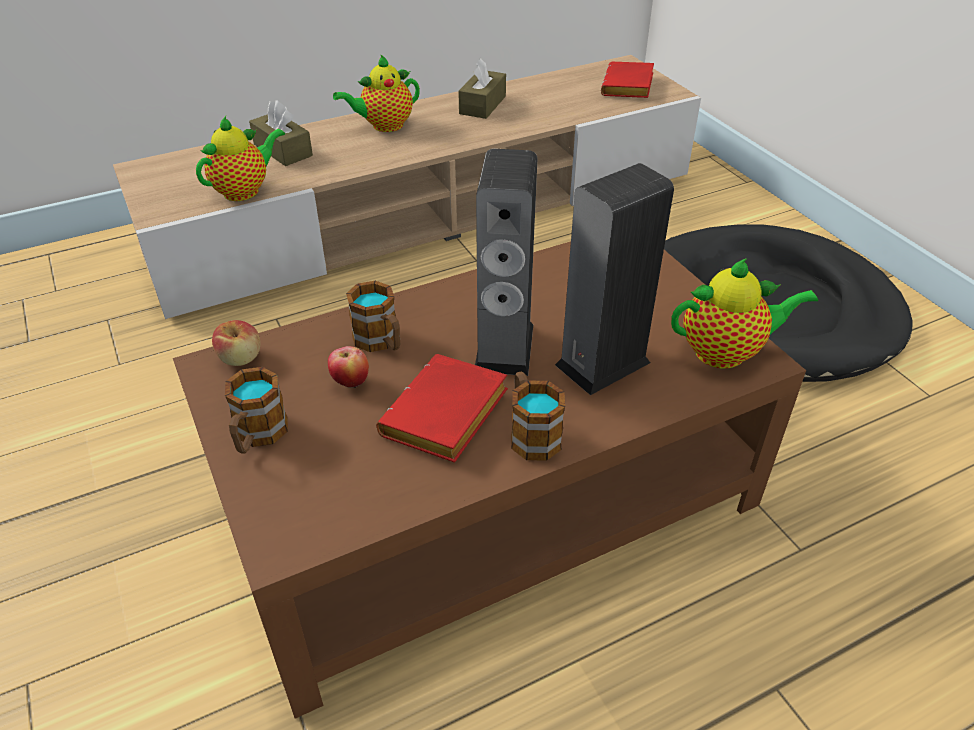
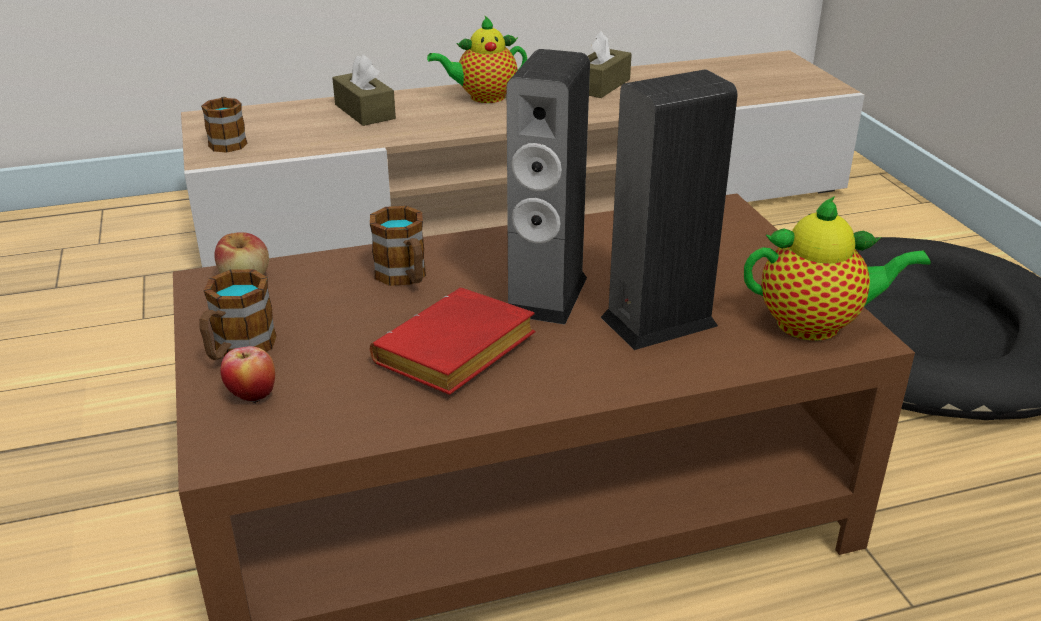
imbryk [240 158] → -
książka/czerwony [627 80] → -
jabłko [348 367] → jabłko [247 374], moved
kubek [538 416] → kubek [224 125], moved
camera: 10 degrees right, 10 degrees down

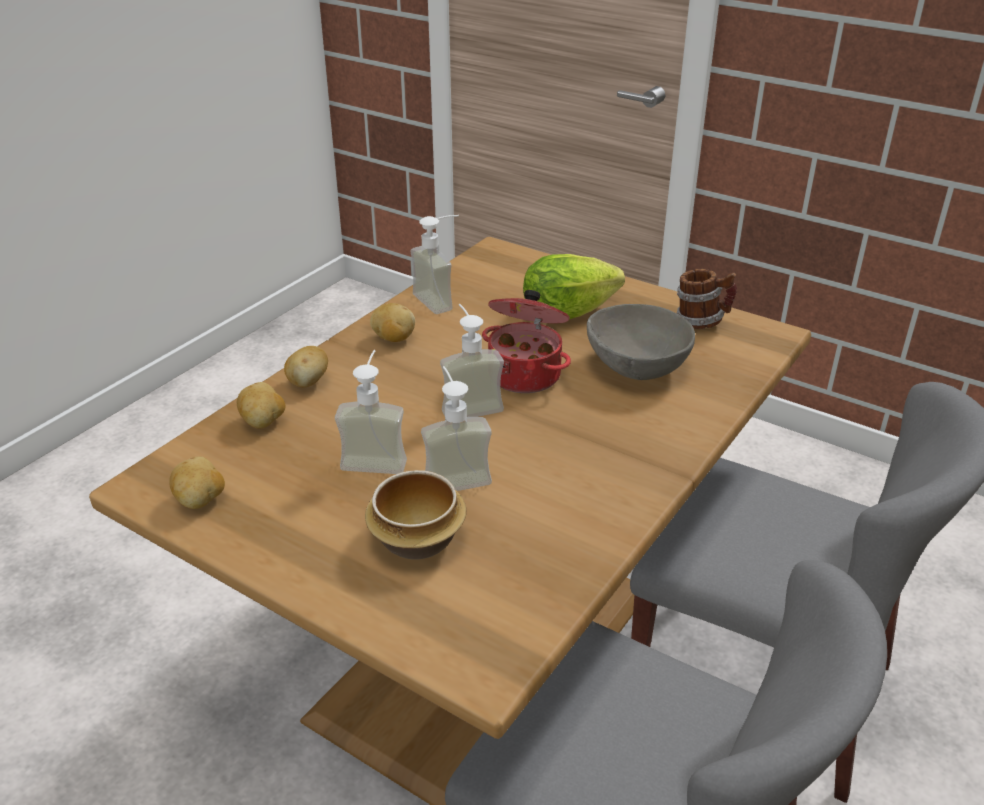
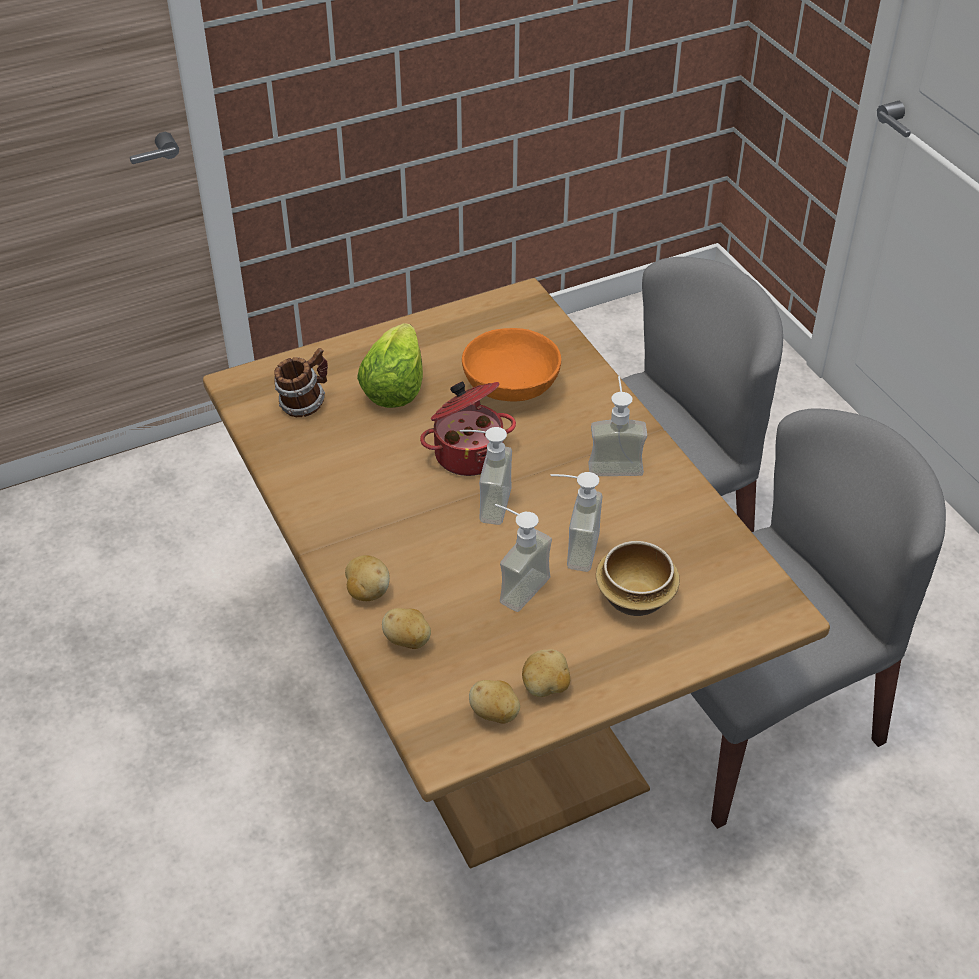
ziemniak [392 322] → ziemniak [546 673], moved
dozownik mydła [435 264] → dozownik mydła [617 426], moved
kubek [707 299] → kubek [301 382], moved
miska/szary [641 342] → miska/pomarańczowy [511 365]
camera: 60 degrees left, 10 degrees up

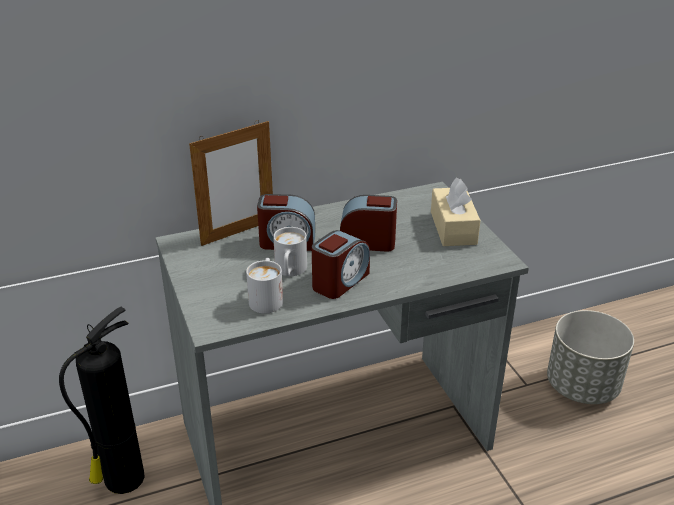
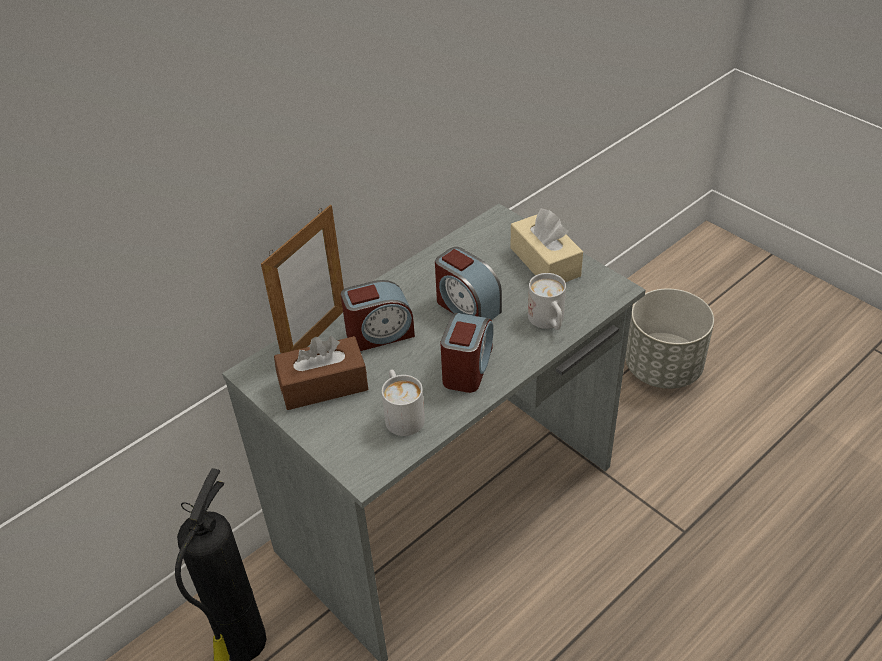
- → pudełko chusteczek/brązowy [321 373]
kubek/biały [290 251] → kubek/biały [547 301], moved
budzik [368 223] → budzik [468 283], 120 degrees counterclockwise
camera: 20 degrees left, 10 degrees up

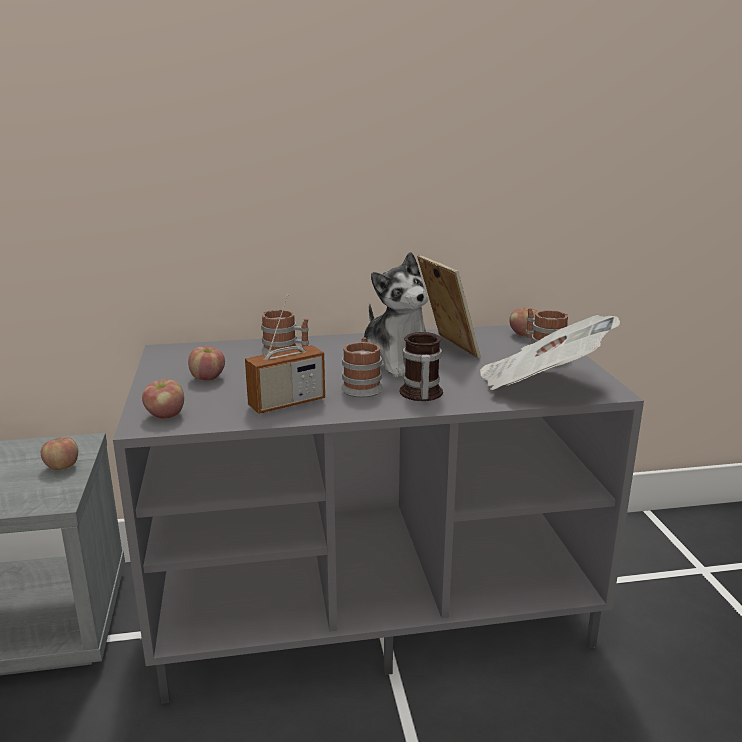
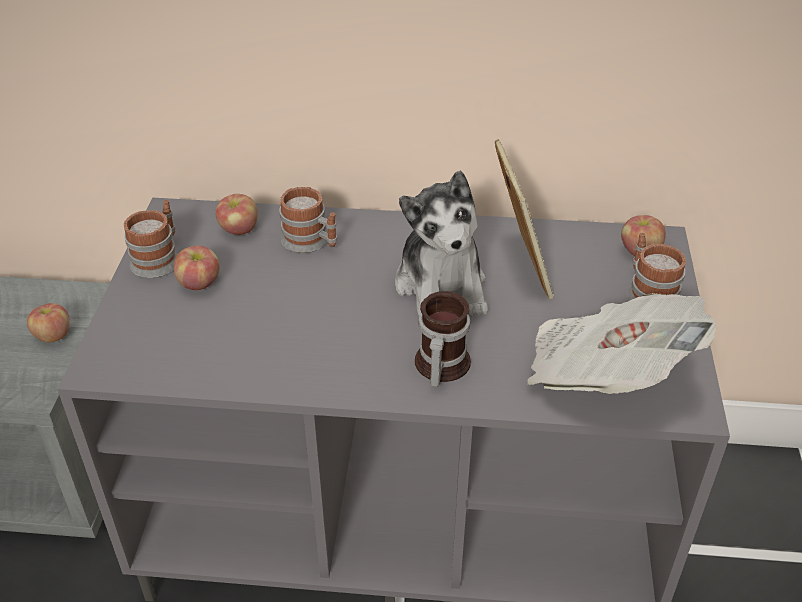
radio [285 354] → -
jabłko [163 399] → jabłko [237 214], moved
kubek [362 367] → kubek [151 239], moved
camera: 15 degrees right, 20 degrees up

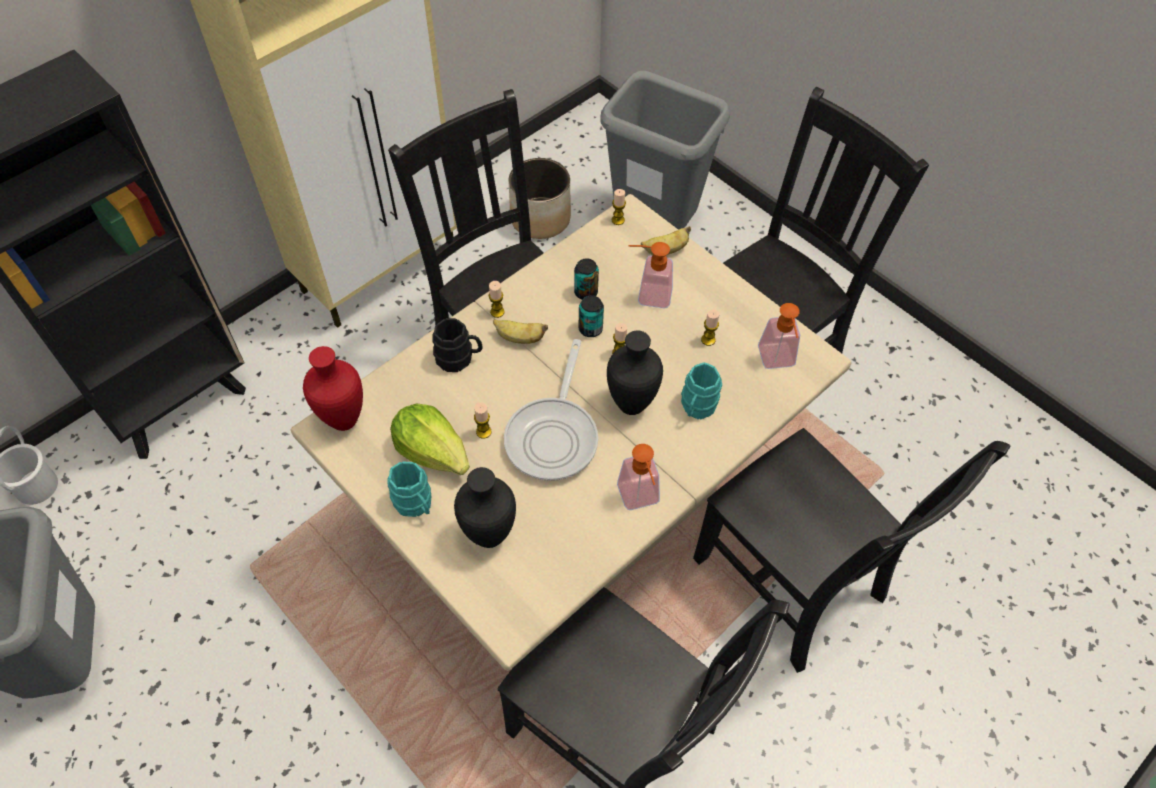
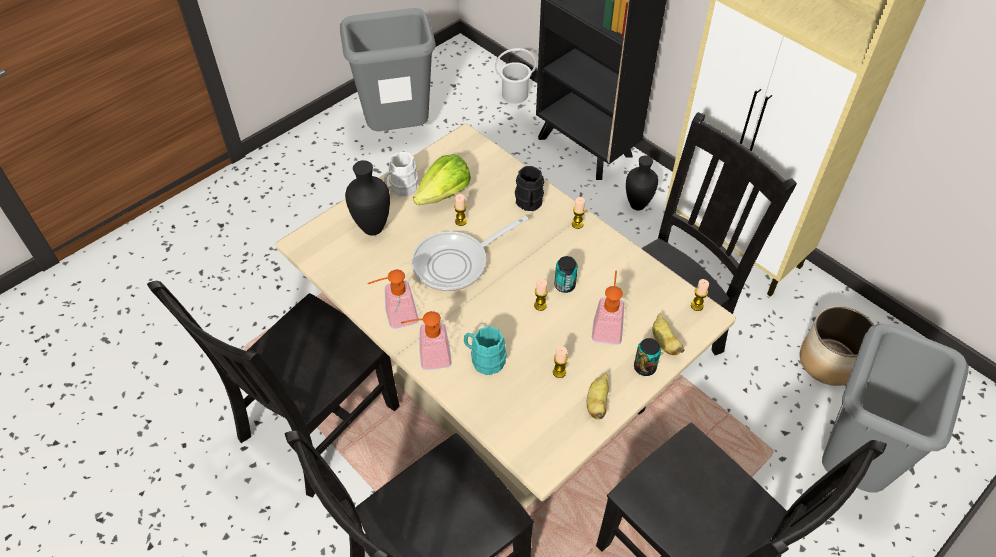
wazon/czerwony [333 388] → -
banan [520 331] → banan [598 396], moved
puszka [586 278] → puszka [647 357], moved
wazon/czarny [635 373] → wazon/czarny [642 183], moved
dozownik mydła [779 336] → dozownik mydła [426 340], moved
kubek/turkusowy [409 489] → kubek/biały [401 174]
patelnia [551 410] → patelnia [470 253], 45 degrees counterclockwise
camera: 90 degrees right, 5 degrees down

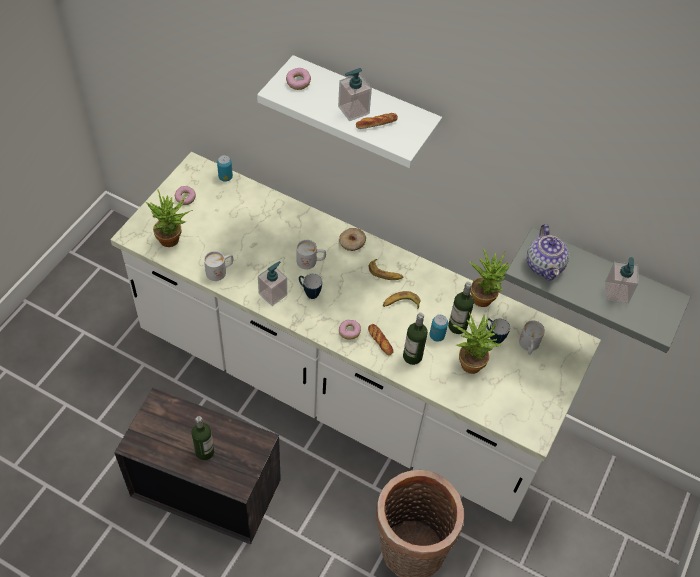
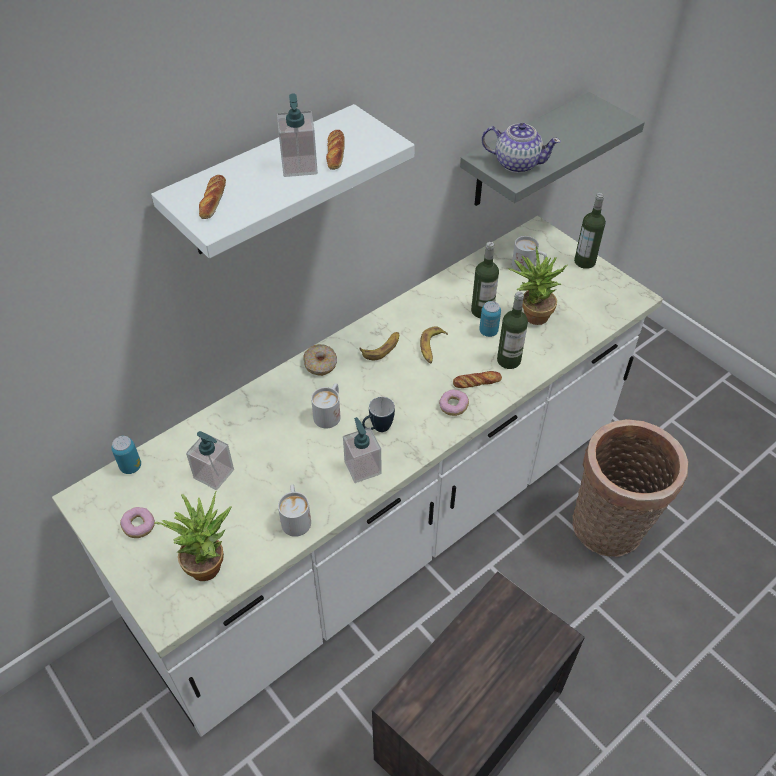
roślina doniczkowa [490 278] → -
kubek [498 331] → -
butelka [202 438] → butelka [590 231], moved
dozownik mydła [622 280] → dozownik mydła [210 460], moved
donut [298 79] → chleb [212 197]
camera: 65 degrees left, 5 degrees down

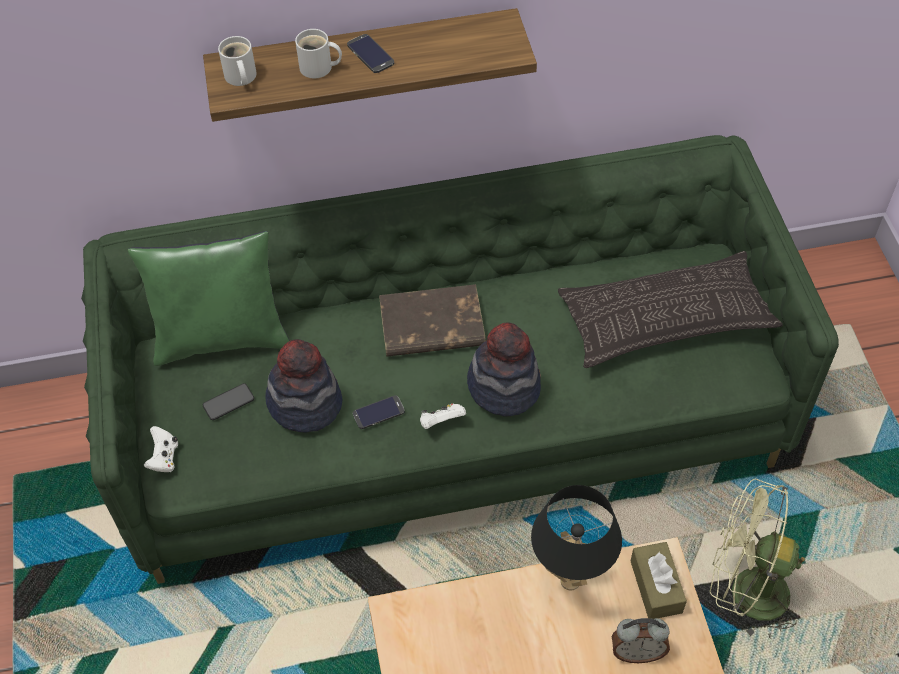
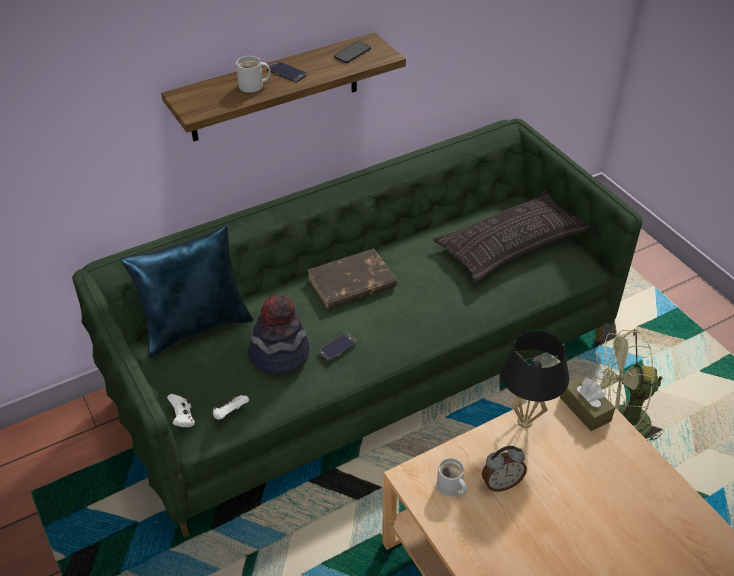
kapelusz [504 369] → -
telefon [228 401] → telefon [352 52], moved
kubek/biały [237 61] → kubek/biały [452 477], moved
pad do gier/biały [443 416] → pad do gier/biały [231 407], moved
budzik [641 640] → budzik [504 469], moved
poduszka/zielony [209 298] → poduszka/niebieski [187 291]
camera: 20 degrees left, 10 degrees down

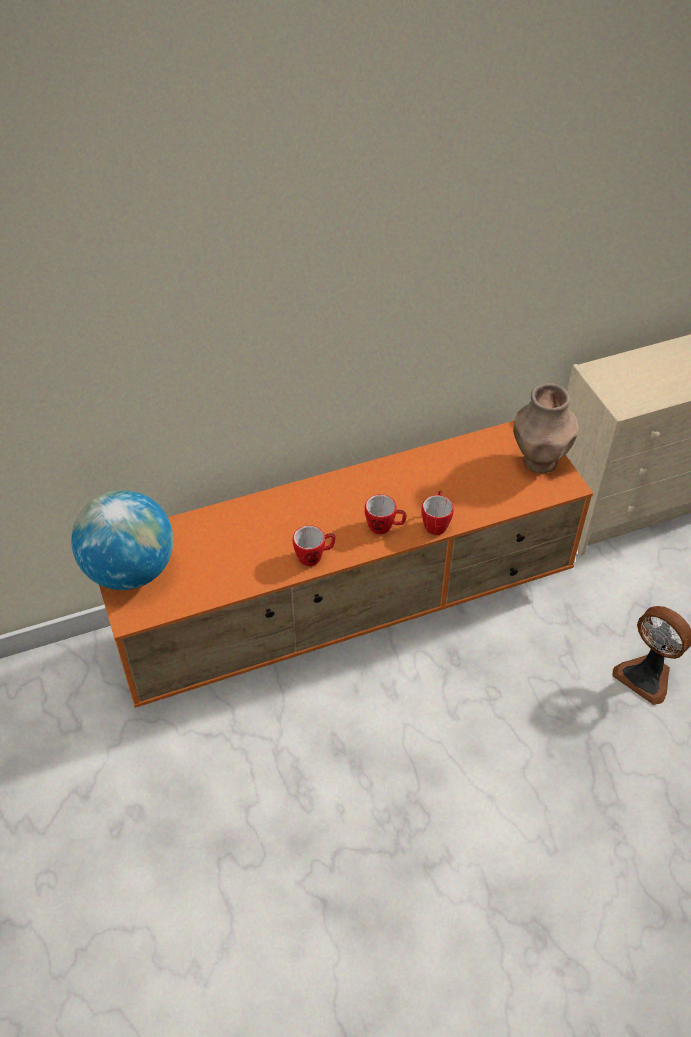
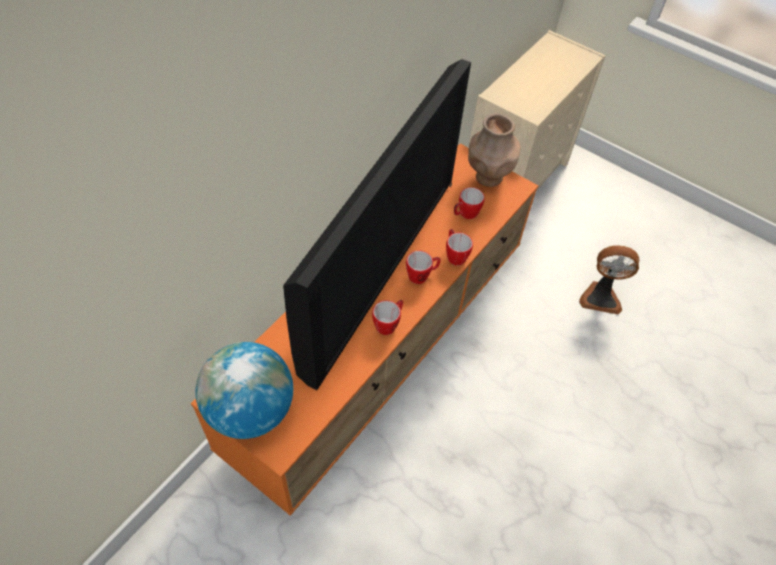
- → telewizor [377 224]
- → kubek [469 203]
camera: 35 degrees left, 5 degrees up

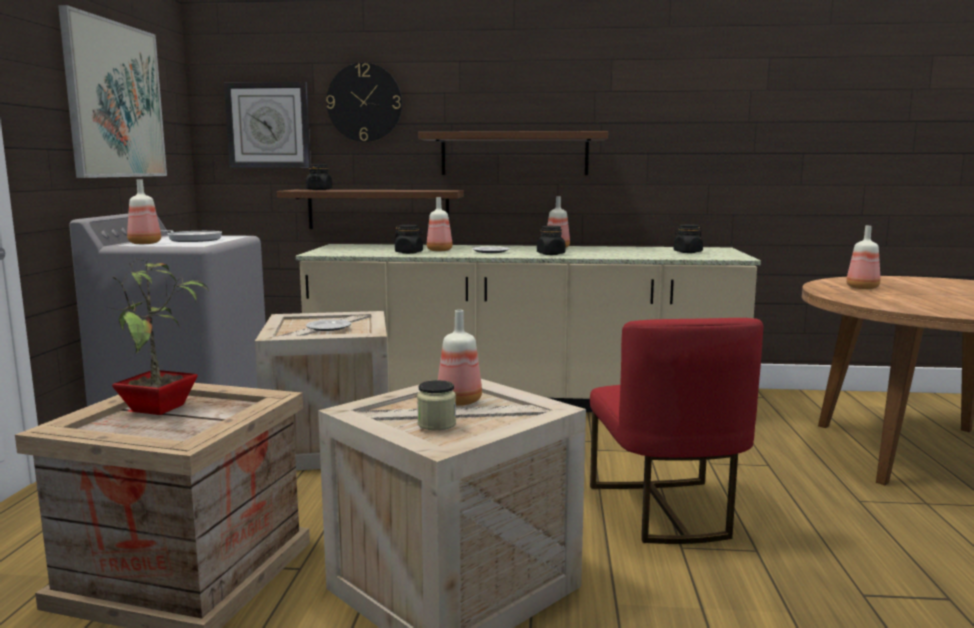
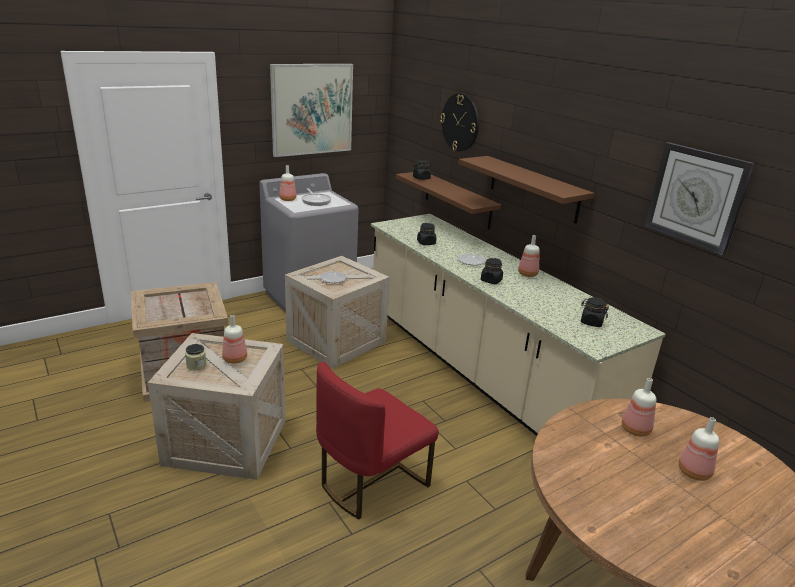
roślina doniczkowa [158 336] → -
zegar ścienny [267 125] → zegar ścienny [700 198], moved
butelka [439 224] → butelka [698 449], moved
camera: 50 degrees right, 15 degrees up

